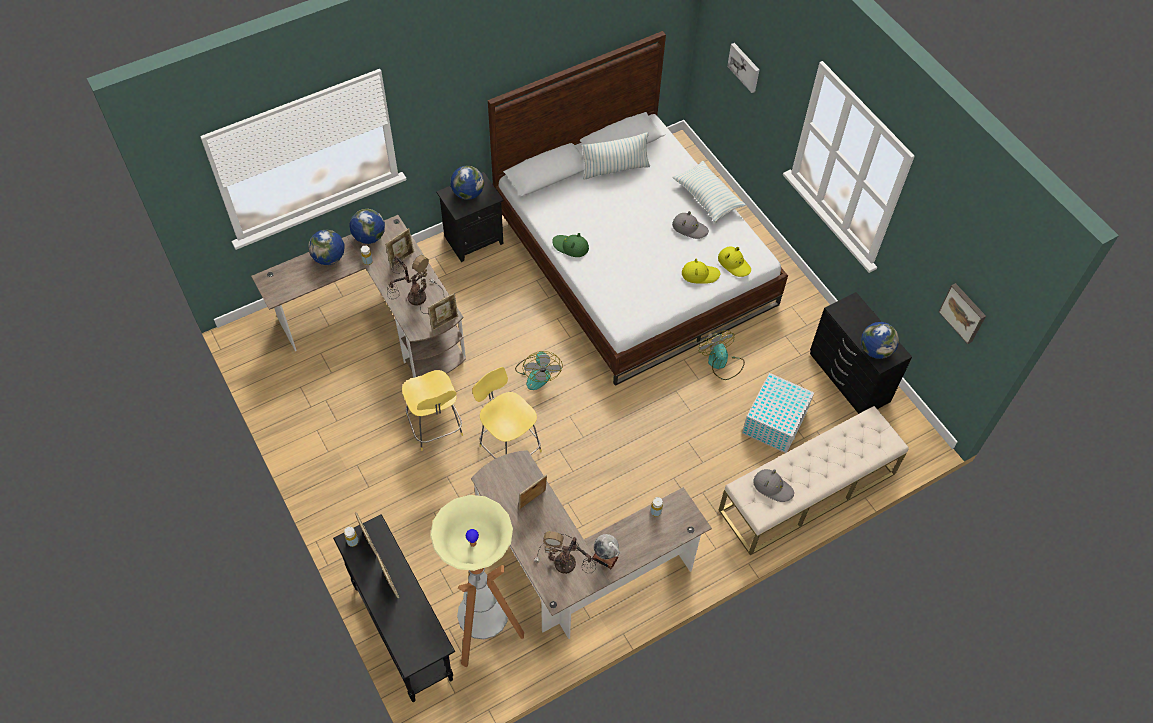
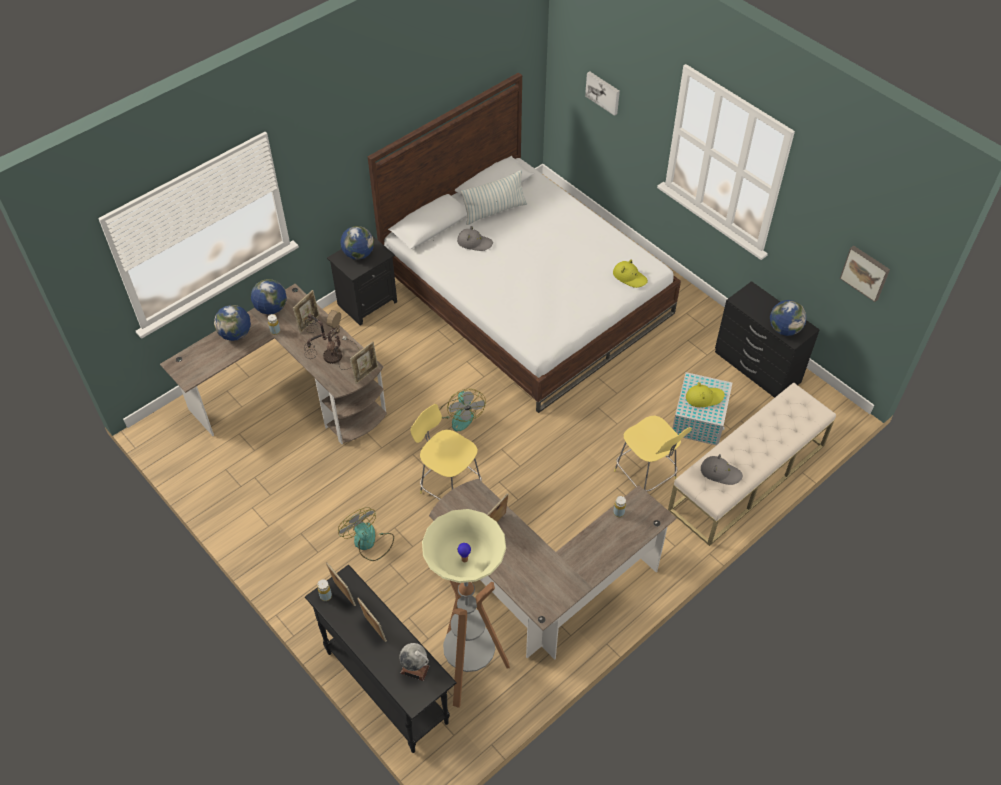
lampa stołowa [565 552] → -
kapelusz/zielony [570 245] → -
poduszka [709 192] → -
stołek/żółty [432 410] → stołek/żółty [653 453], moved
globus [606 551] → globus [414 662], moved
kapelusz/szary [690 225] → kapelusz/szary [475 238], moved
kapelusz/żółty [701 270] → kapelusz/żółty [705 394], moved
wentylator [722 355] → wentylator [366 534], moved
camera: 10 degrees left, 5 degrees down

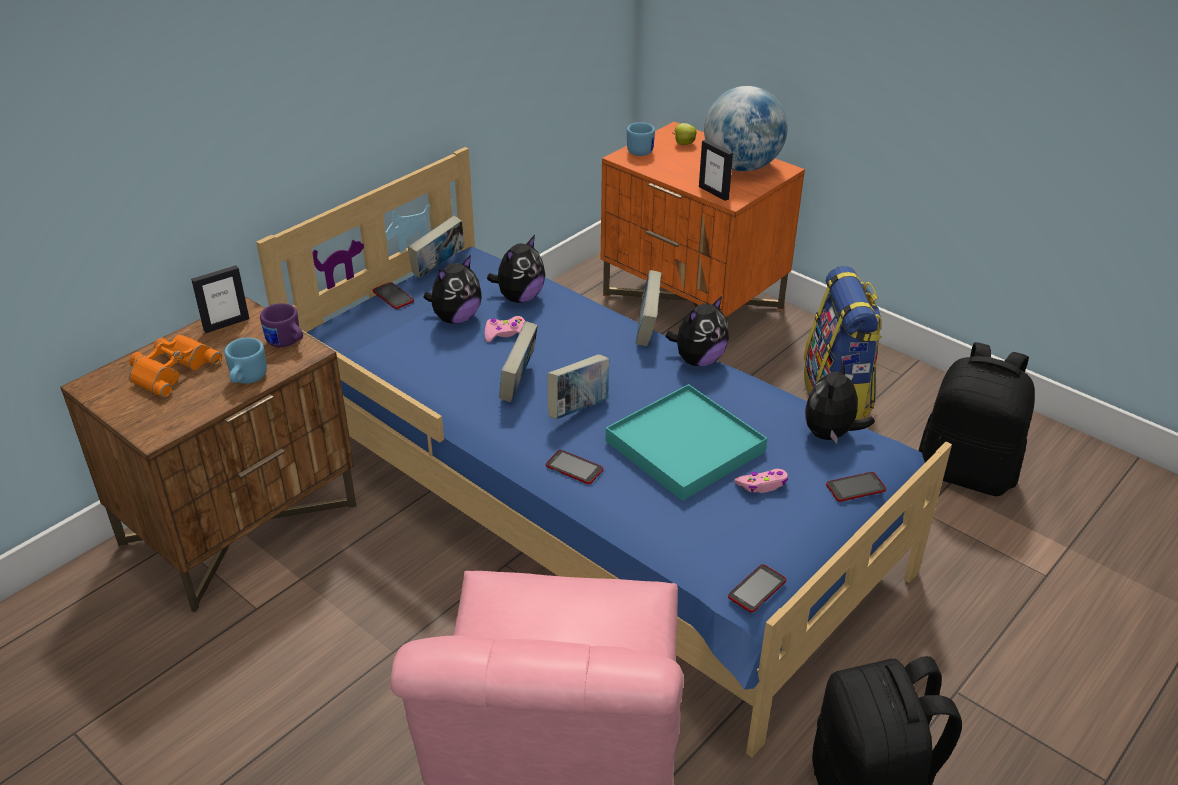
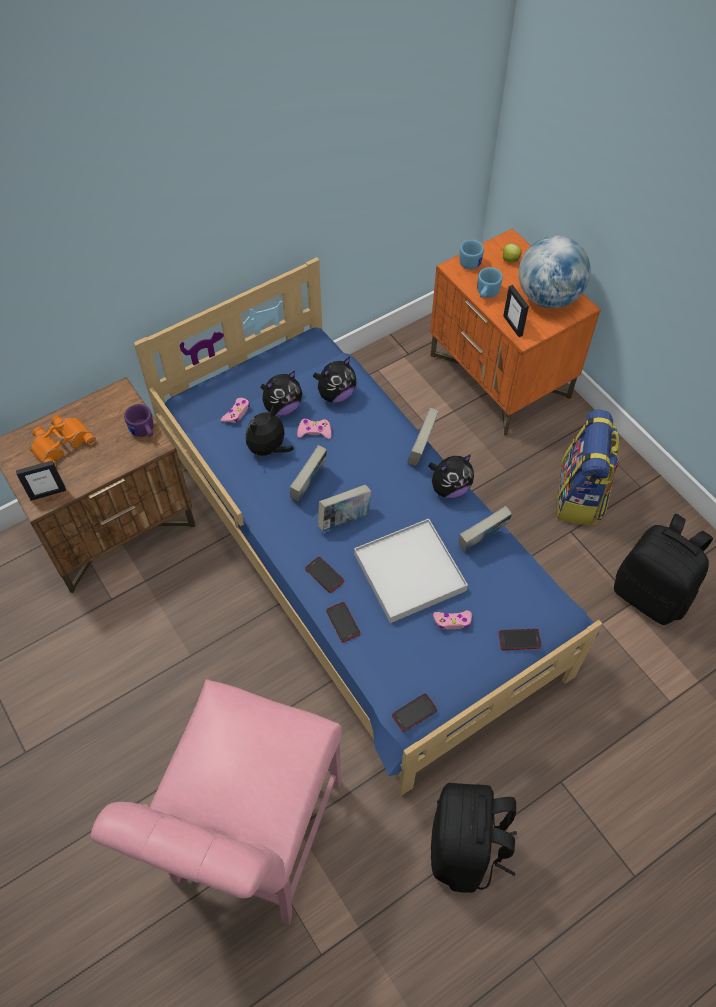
- → pad do gier/różowy [235 410]
ramka na zdjęcie [220 299] → ramka na zdjęcie [41 480], moved
kubek/niebieski [245 361] → kubek/niebieski [490 282], moved
telefon [393 295] → telefon [343 622], moved
książka [436 247] → książka [485 528], moved
pluszak [840 402] → pluszak [270 433], moved
taca/turkusowy [686 442] → taca/biały [411 571]
camera: 15 degrees right, 20 degrees up

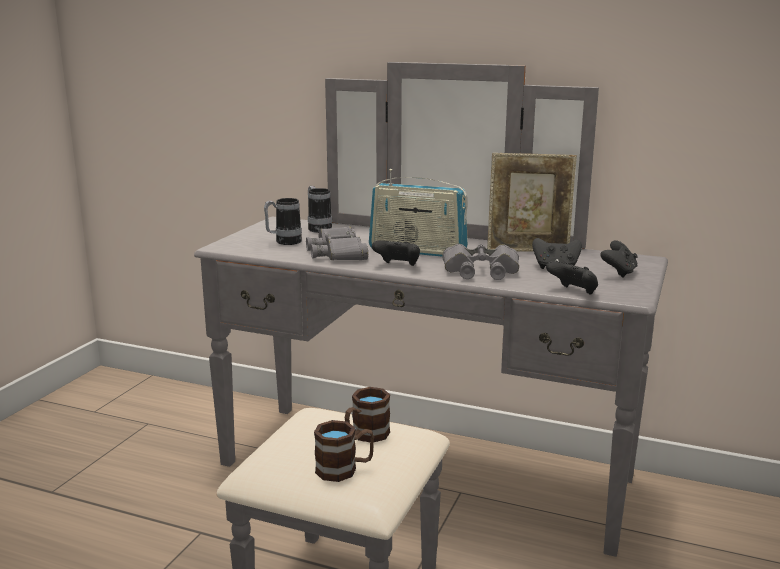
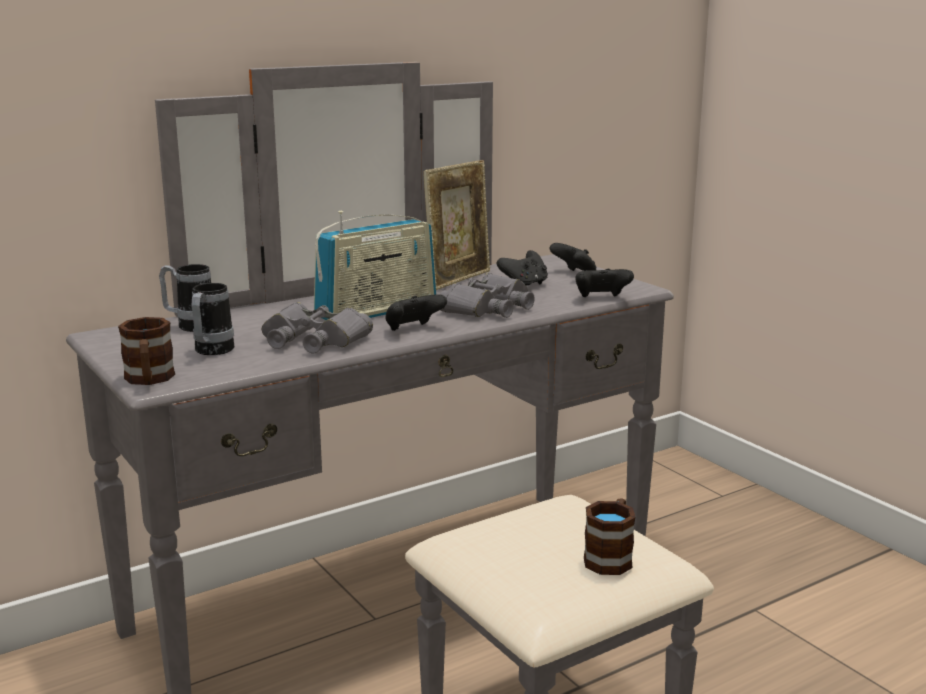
kubek/brązowy [367 414] → kubek/brązowy [146 351], moved
camera: 55 degrees left, 0 degrees up

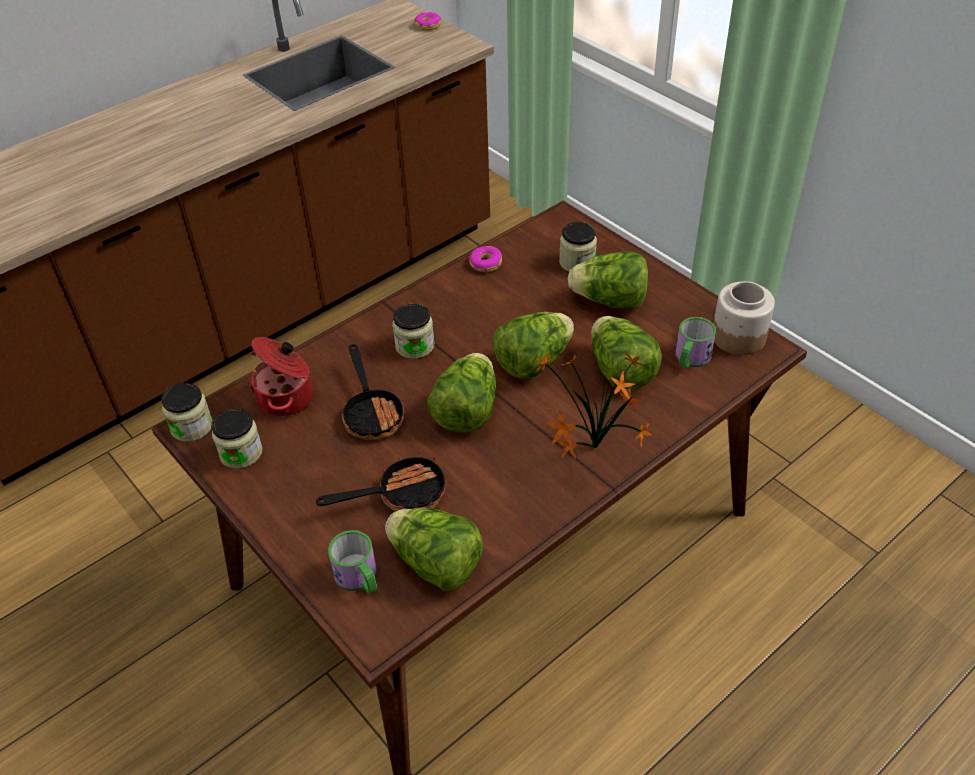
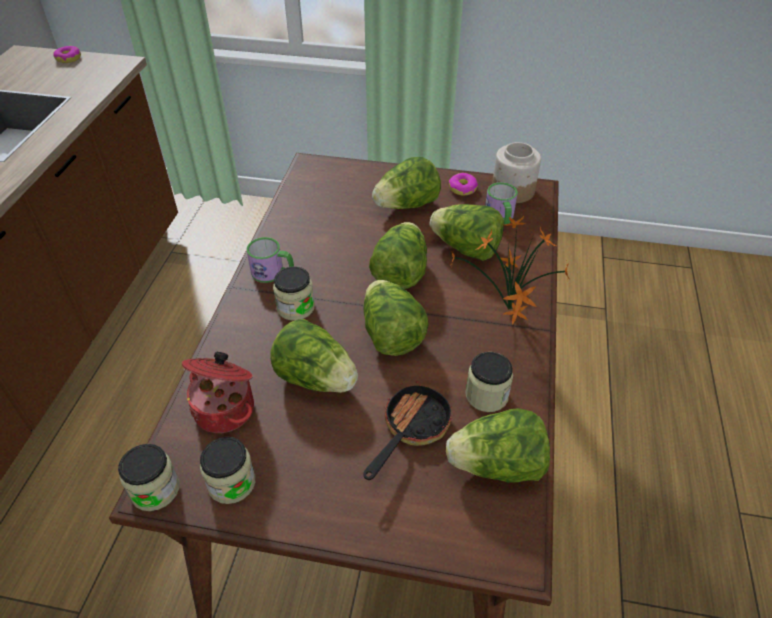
kubek [352 561] → kubek [270 260], moved
donut [485 259] → donut [463 184], moved
słoik [578 247] → słoik [489 382], moved
patelnia [373 392] → sałata [314 356]
camera: 40 degrees left, 0 degrees up

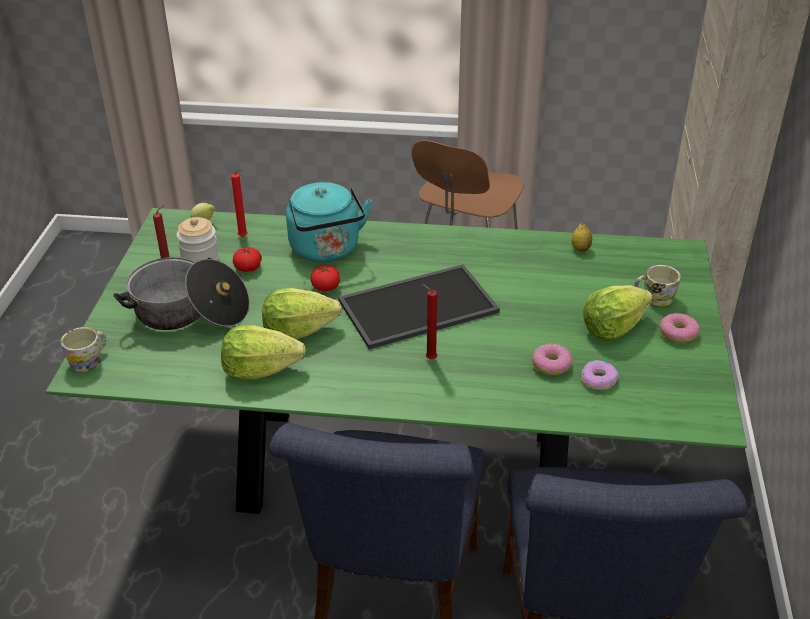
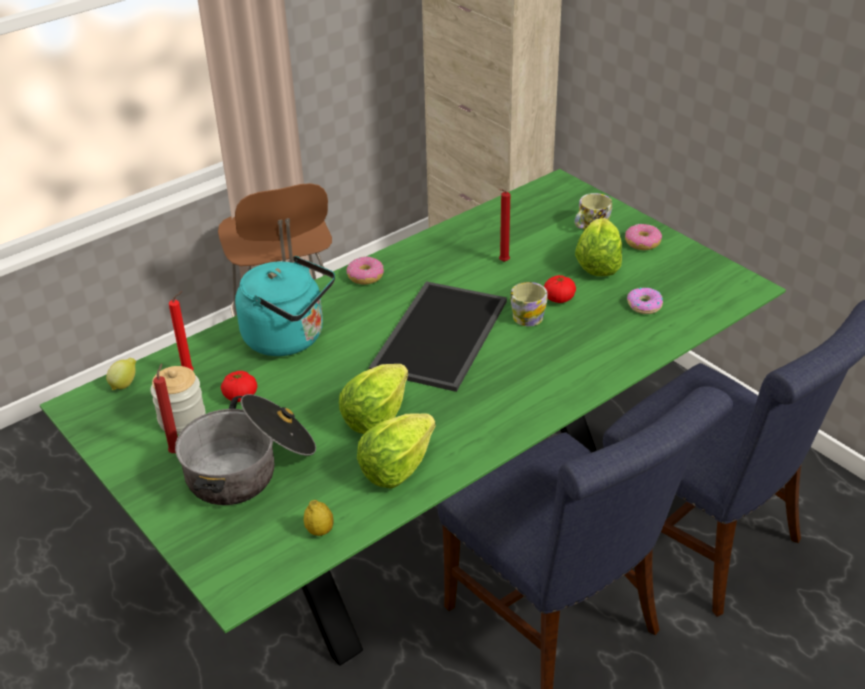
kubek [83 349] → kubek [529 304], moved
pomidor [325 278] → pomidor [560 289], moved
świeca/czerwony [429 321] → świeca/czerwony [504 225], moved
donut [552 359] → donut [365 270], moved
cytryna [582 238] → cytryna [319 518], moved
camera: 45 degrees left, 0 degrees up

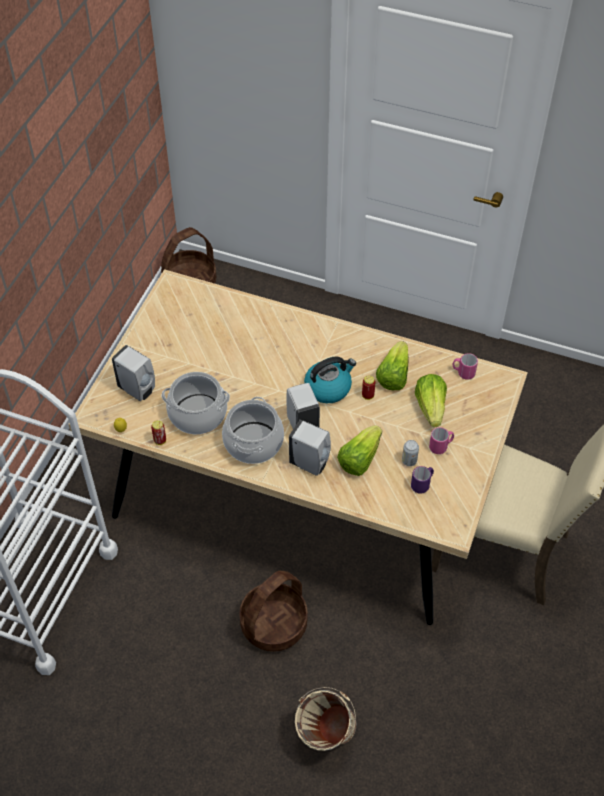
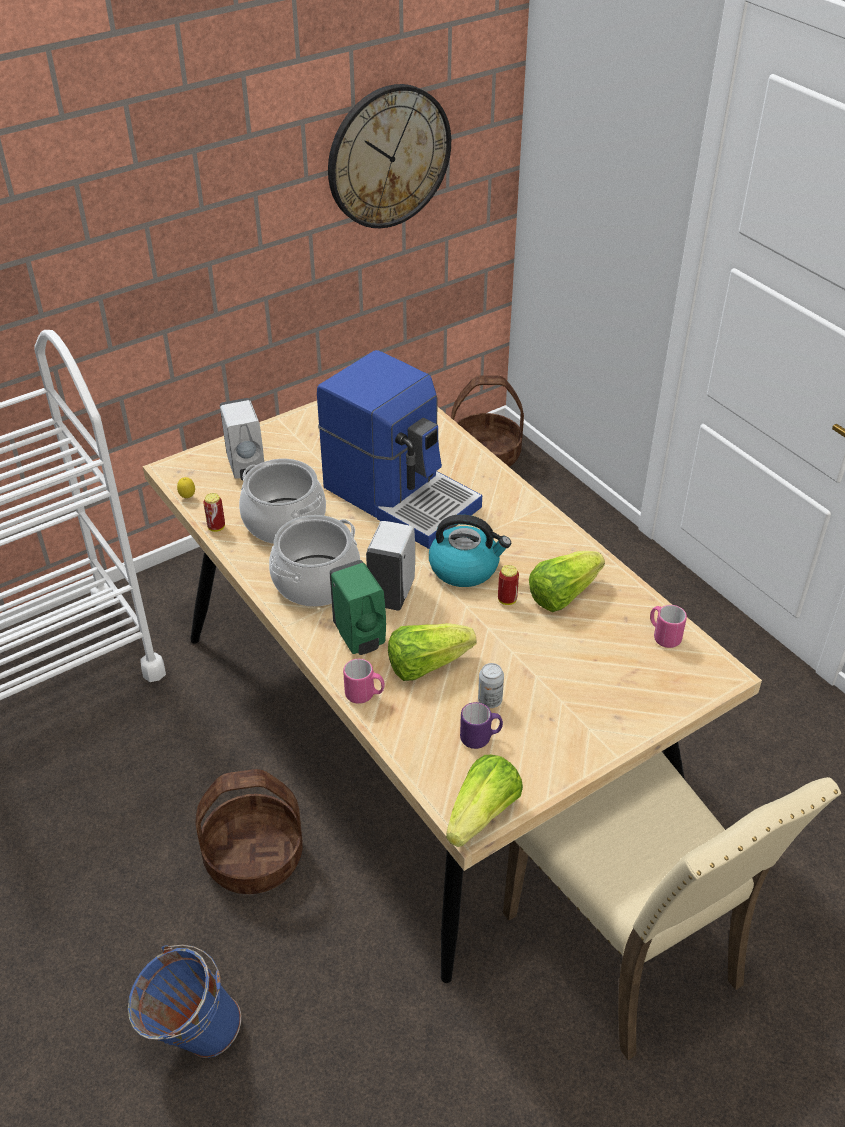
- → ekspres do kawy [399 449]
- → zegar ścienny [389 156]
sałata [431 400] → sałata [484 801], moved
kubek/różowy [441 440] → kubek/różowy [364 681], moved
dozownik mydła/biały [310 448] → dozownik mydła/zielony [357 607]
wiadro/beżowy [326 719] → wiadro/niebieski [184 1001]
camera: 35 degrees right, 10 degrees down

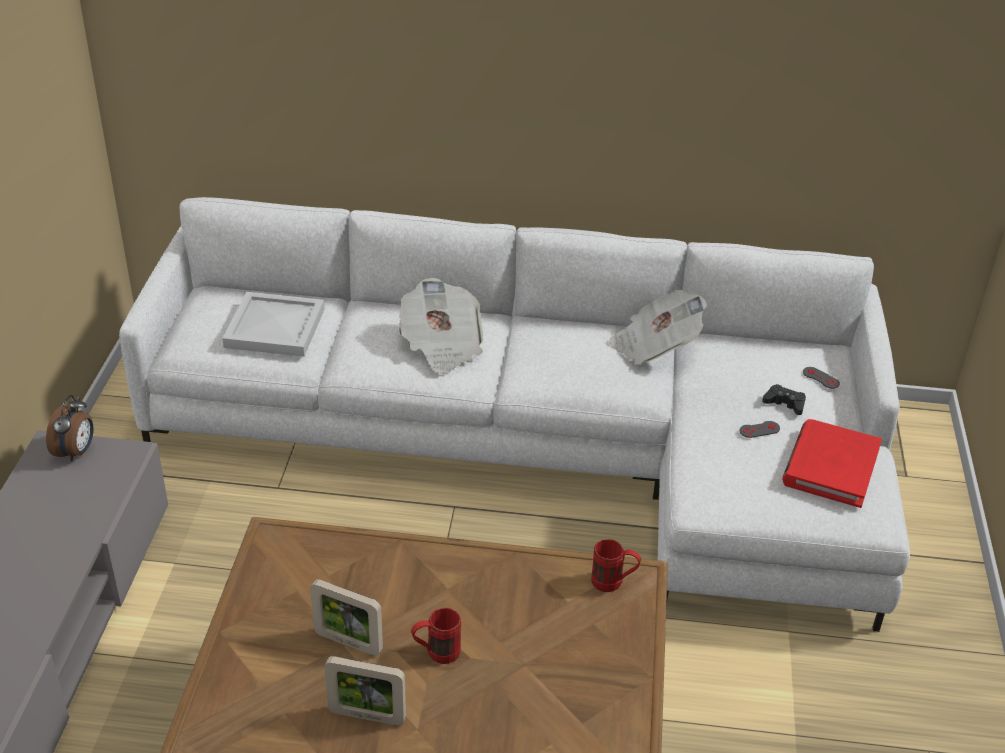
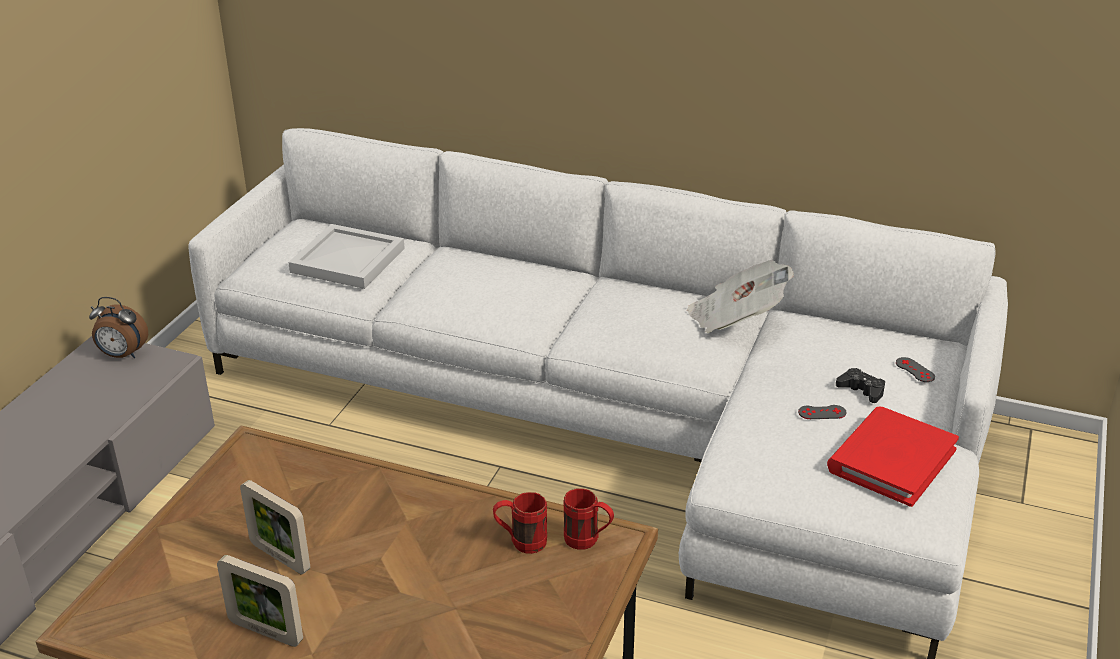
gazeta [440 326] → -
kubek/czerwony [436 636] → kubek/czerwony [520 523], moved
budzik [70 428] → budzik [118 327], 75 degrees clockwise
camera: 15 degrees right, 5 degrees down

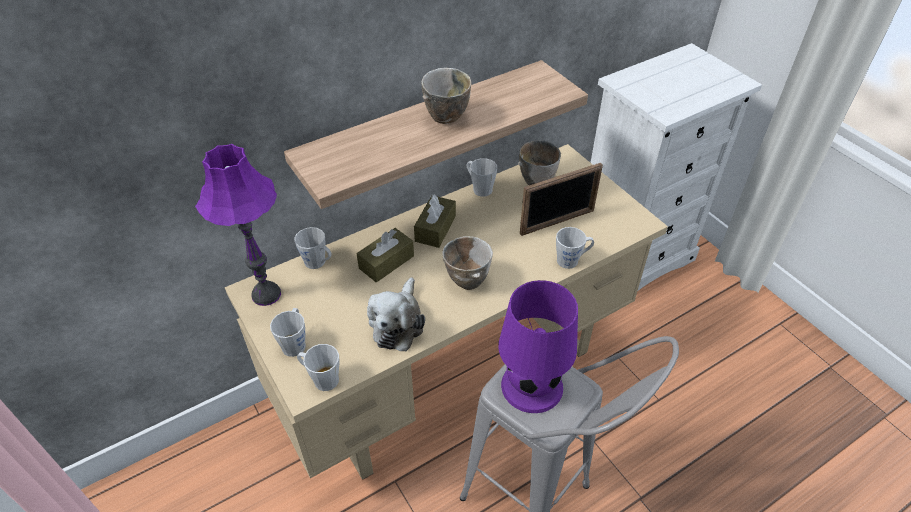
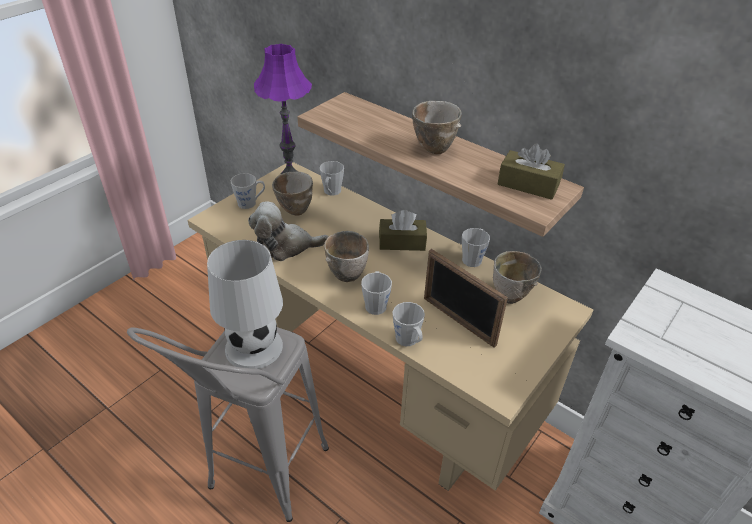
- → miska [292 193]
kubek/szary [318 367] → kubek/szary [376 293], moved
pudełko chusteczek/brązowy [385 255] → pudełko chusteczek/brązowy [531 172], moved
lampa stołowa/fioletowy [538 346] → lampa stołowa/biały [245 304]
camera: 70 degrees right, 5 degrees down

